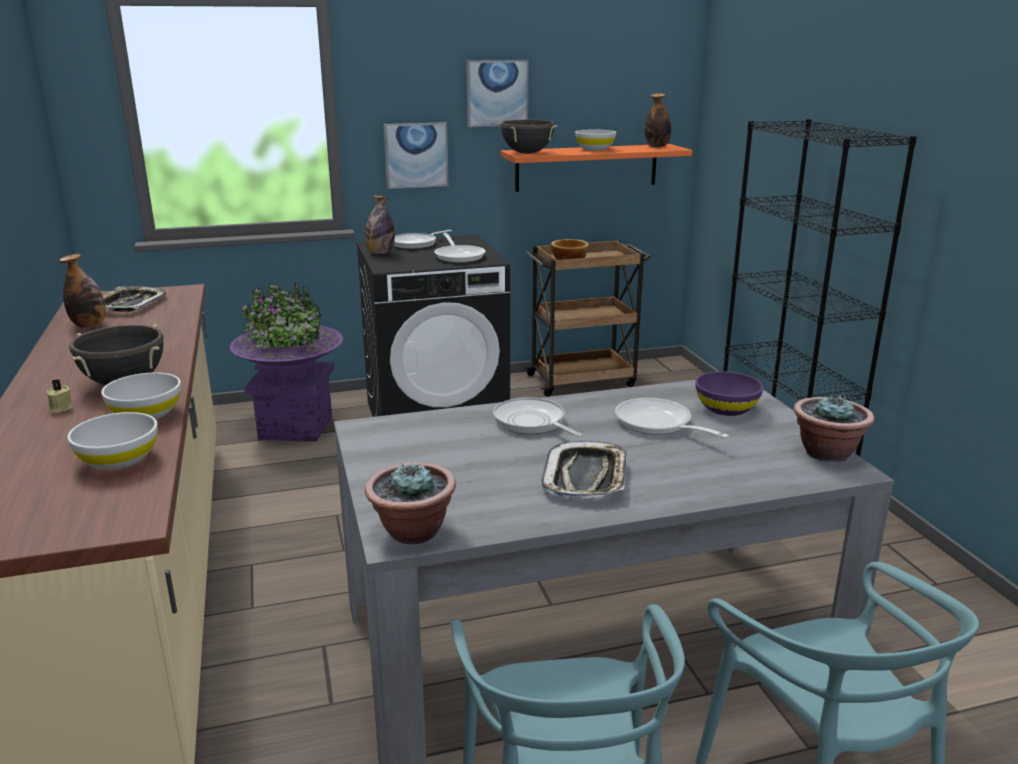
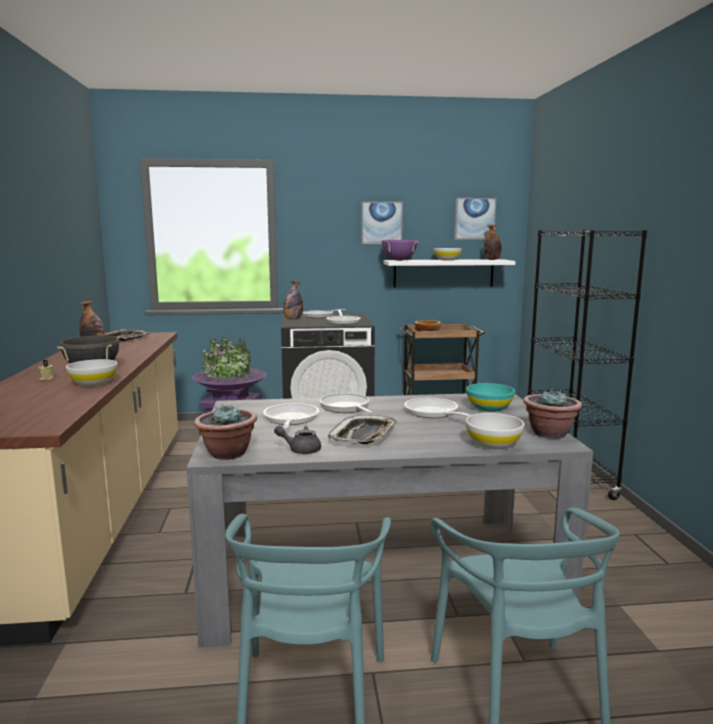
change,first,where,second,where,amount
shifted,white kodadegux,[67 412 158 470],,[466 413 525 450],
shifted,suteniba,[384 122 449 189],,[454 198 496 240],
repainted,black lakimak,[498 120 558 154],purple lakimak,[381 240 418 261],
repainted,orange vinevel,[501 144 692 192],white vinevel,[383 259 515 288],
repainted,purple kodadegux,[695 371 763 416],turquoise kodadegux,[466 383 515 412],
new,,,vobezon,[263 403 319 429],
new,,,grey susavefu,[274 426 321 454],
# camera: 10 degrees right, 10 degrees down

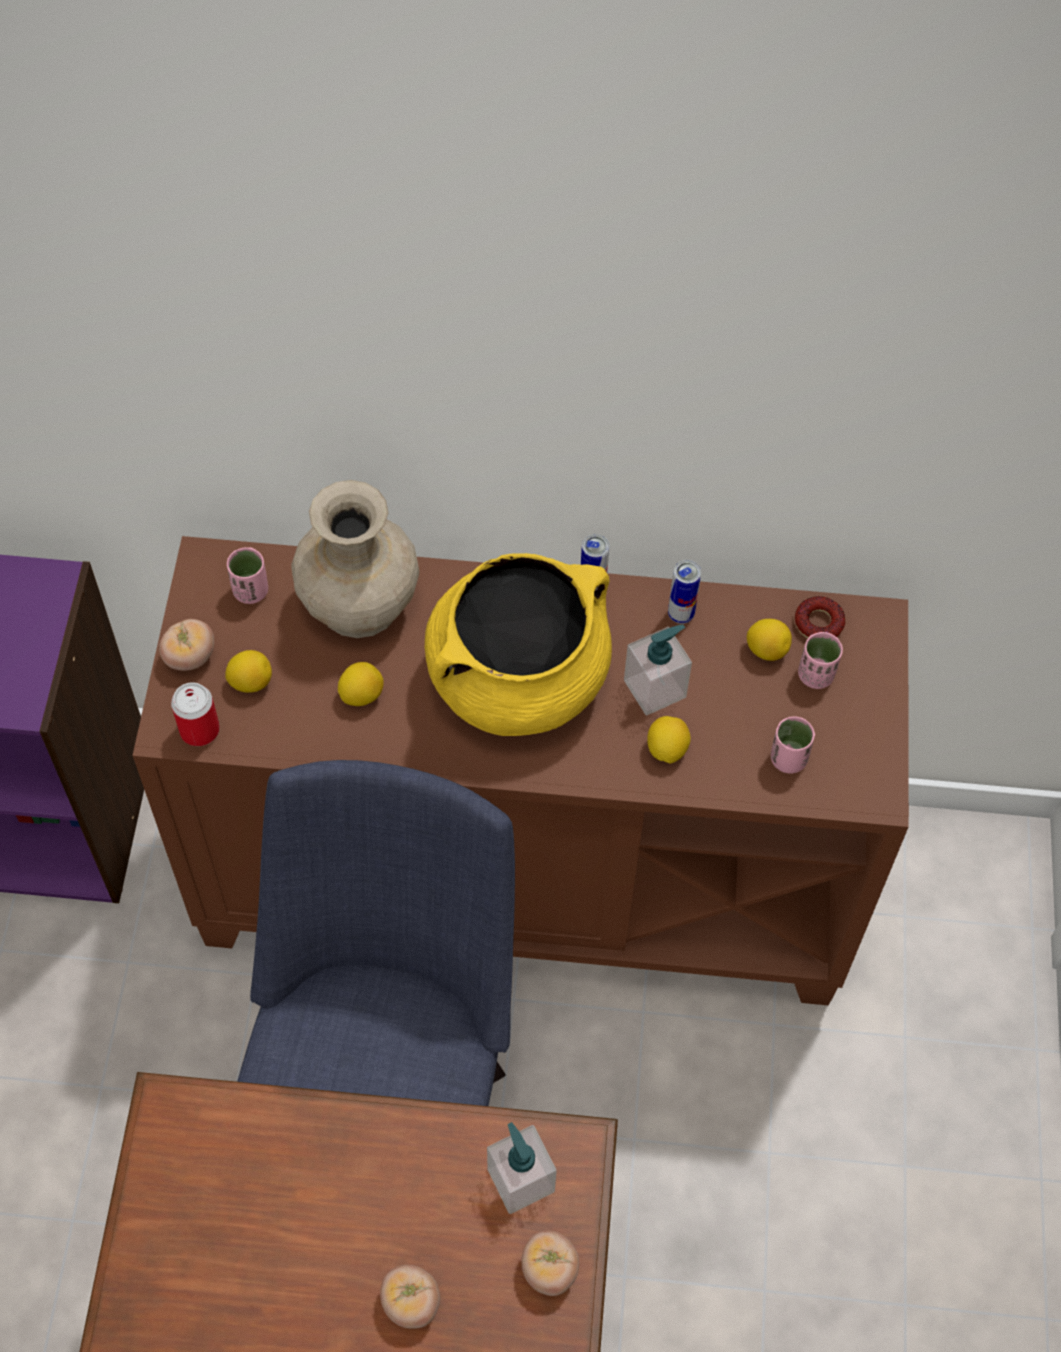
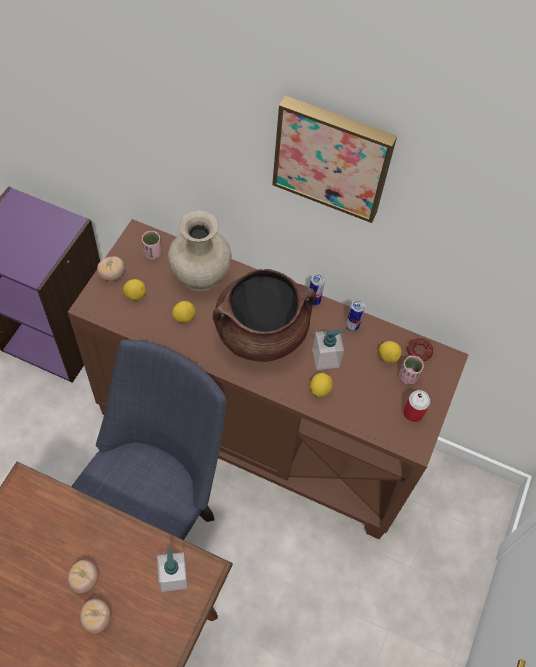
change,first,where,second,where,amount
shifted,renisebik,[171 683 220 746],,[403 390 430 422],
repainted,yellow lakimak,[425 553 612 736],brown lakimak,[213 269 316 362],
shifted,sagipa,[521 1230 579 1296],,[68 560 98 594],
gone,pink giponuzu,[771 716 815 774],,,
new,,,suteniba,[272 96 397 223],
# camera: 15 degrees right, 0 degrees up

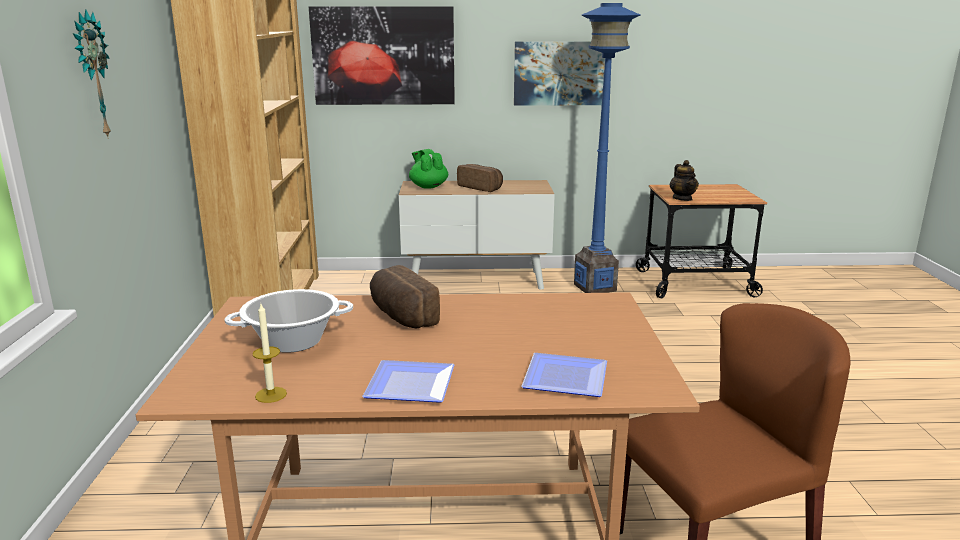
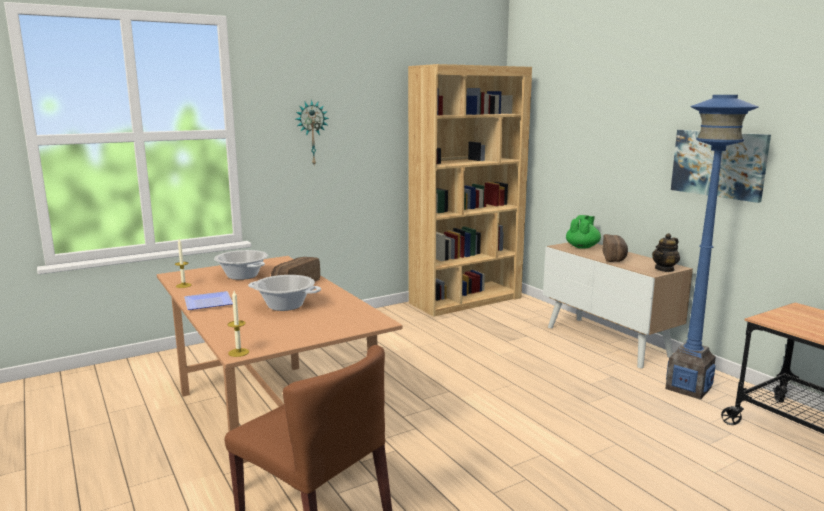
change,first,where,second,where,amount
gone,suteniba,[309 6 455 105],,,
gone,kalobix,[521 353 607 397],,,
shifted,susavefu,[670 160 699 201],,[652 233 680 272],
new,,,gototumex,[228 291 249 357],
new,,,lakimak,[248 275 321 311],
# camera: 60 degrees right, 5 degrees down

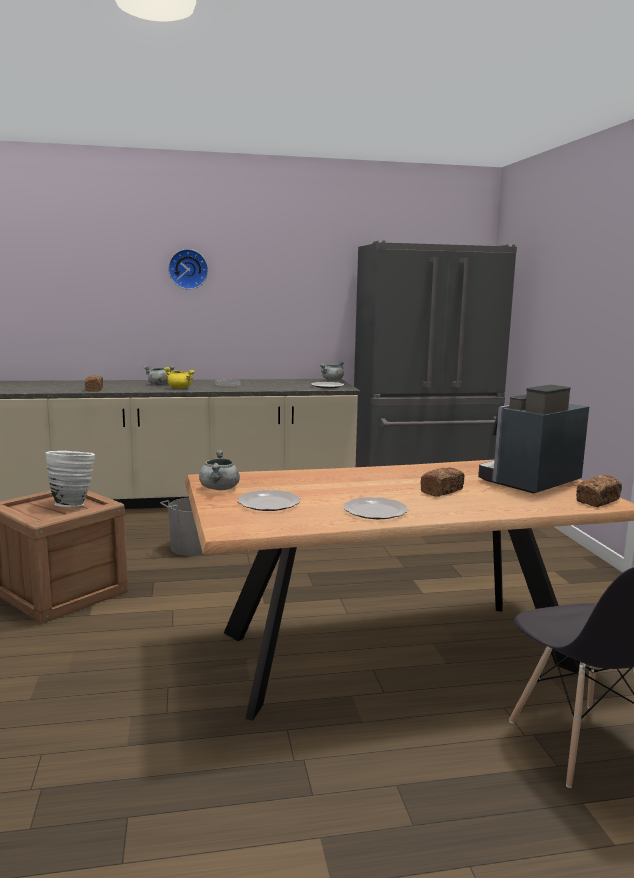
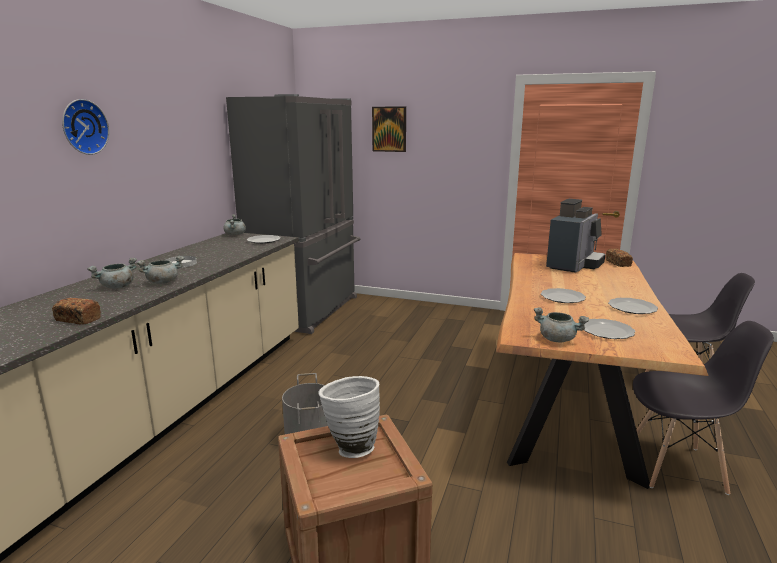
change,first,where,second,where,amount
repainted,yellow lakimak,[164 367 195 389],grey lakimak,[137 256 184 284],
gone,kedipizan,[420 467 465 497],,,
rotated,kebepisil,[478 385 589 494],,[546 199 605 273],135 degrees counterclockwise
new,,,suteniba,[372 106 406 152],
new,,,kalobix,[541 288 586 303],
new,,,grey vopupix,[633 321 774 495],
# camera: 60 degrees left, 5 degrees up

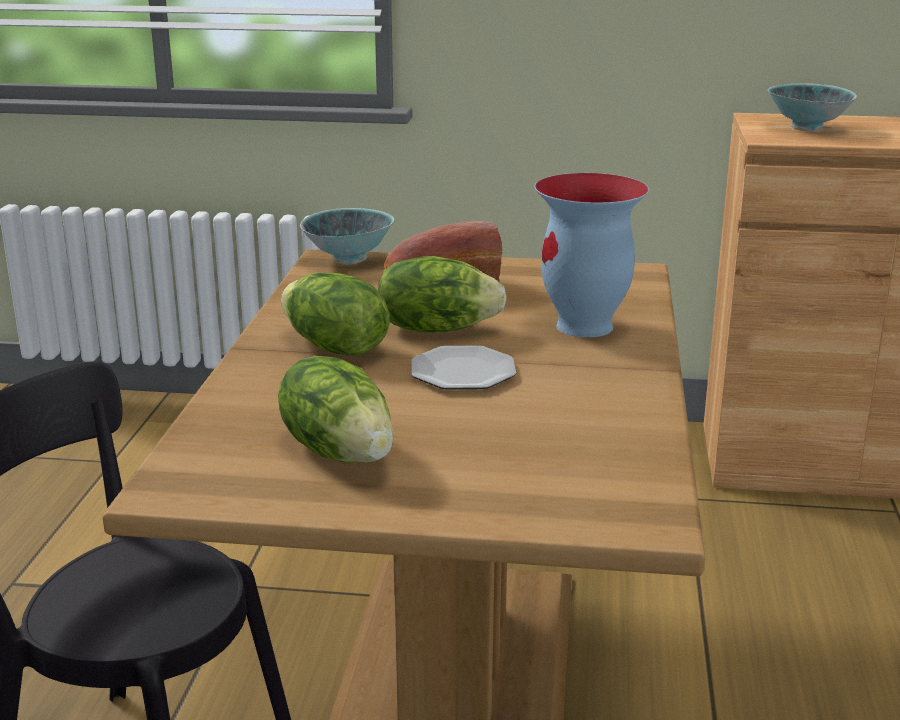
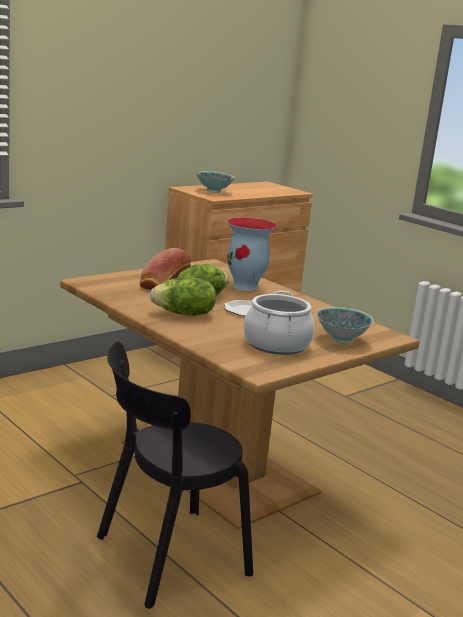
change,first,where,second,where,amount
swapped,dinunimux,[278 356 393 463],lakimak,[244 290 314 355],
shifted,kodadegux,[300 208 394 265],,[316 307 374 344],
# camera: 50 degrees left, 5 degrees down

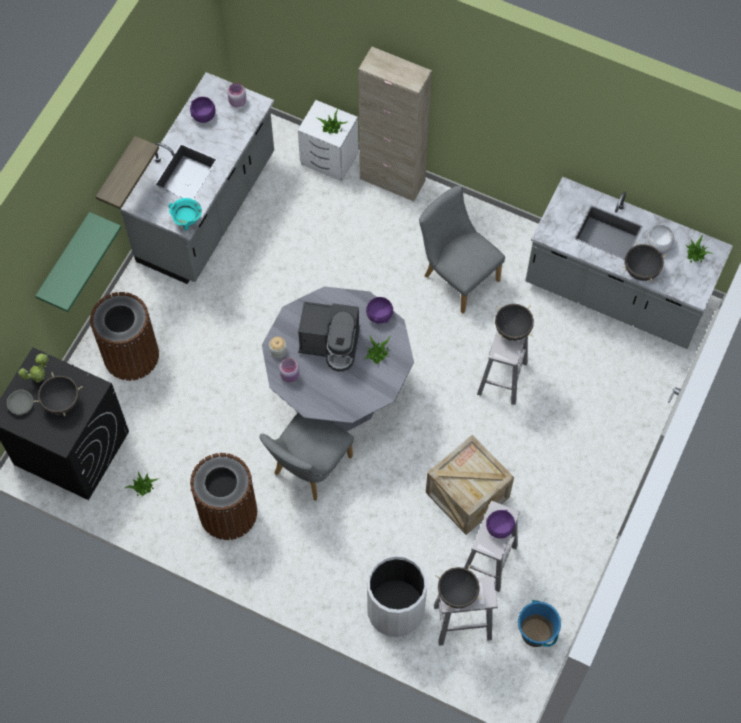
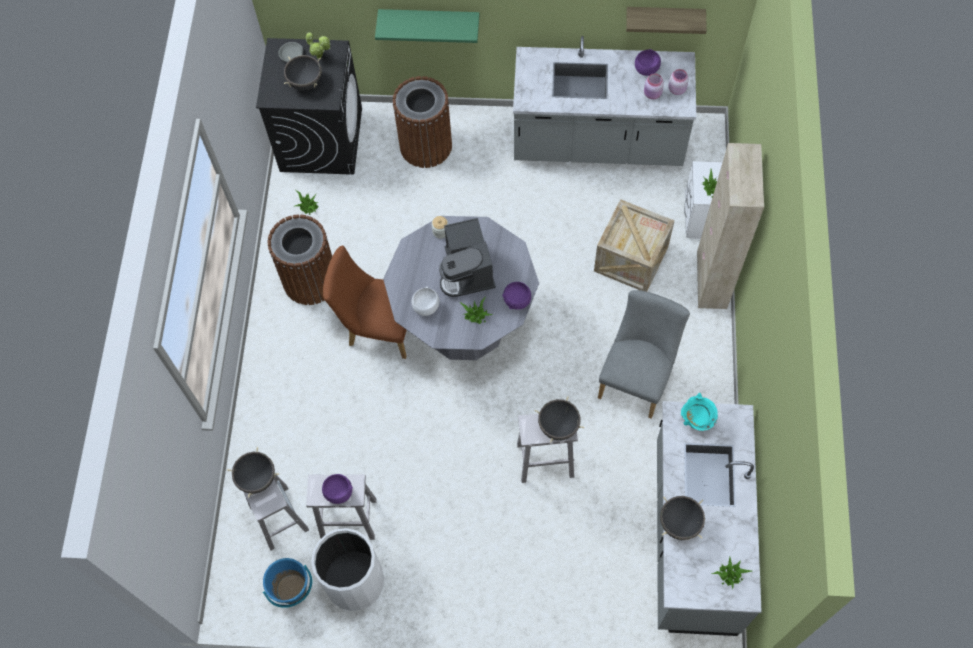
change,first,where,second,where,amount
shifted,vinevel,[96 136 159 209],,[626 7 707 34],
shifted,turquoise lakimak,[168 198 202 230],,[681 393 718 431],
repainted,grey vopupix,[259 413 354 501],brown vopupix,[323 245 406 359],
shifted,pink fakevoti,[279 358 299 382],,[644 73 664 99],
shifted,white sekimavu,[367 555 427 637],,[311 528 384 611],
shifted,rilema,[426 435 514 535],,[594 199 674 292],
shifted,white kodadegux,[647 225 674 252],,[412 287 439 316],
# camera: 70 degrees right, 0 degrees up

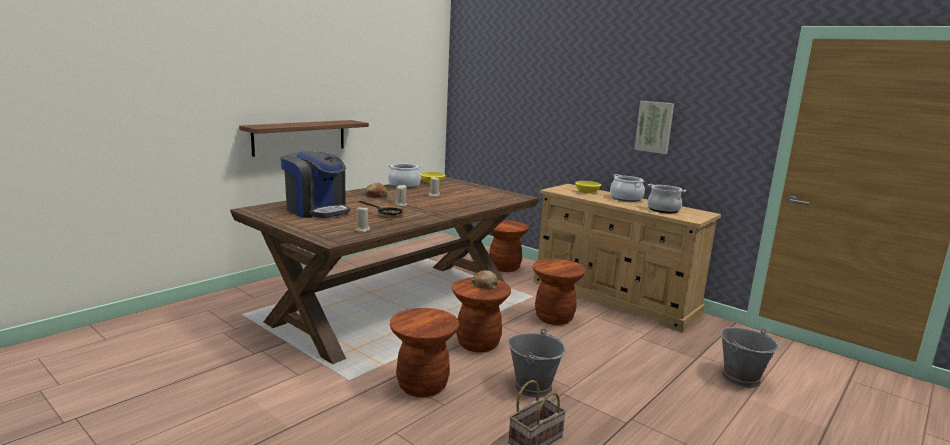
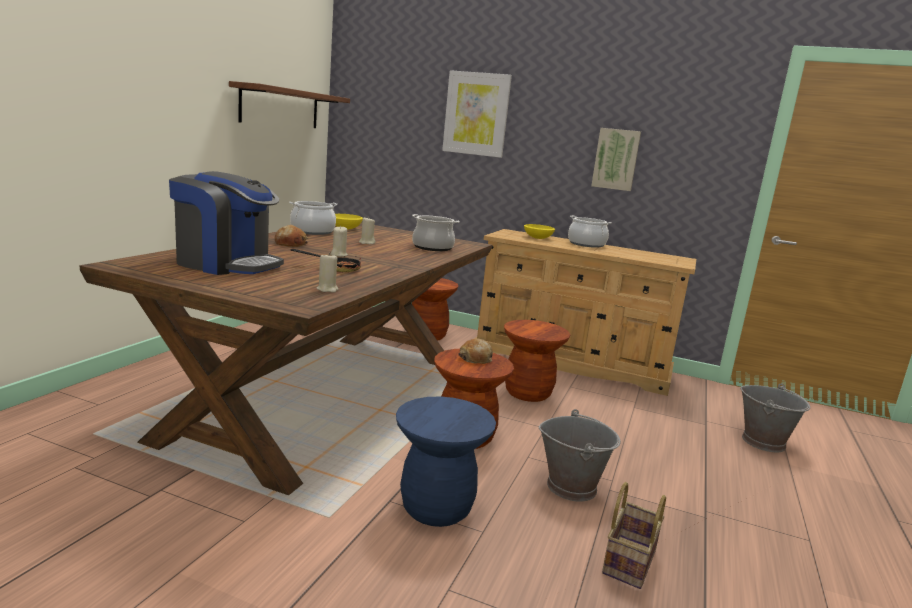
change,first,where,second,where,amount
shifted,vinevel,[239 120 369 157],,[229 81 350 128],
repainted,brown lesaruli,[390 308 459 397],blue lesaruli,[396 397 496 527],
shifted,lakimak,[647 184 687 213],,[412 214 460 251],
new,,,suteniba,[442 70 512 158],
# camera: 20 degrees left, 0 degrees up

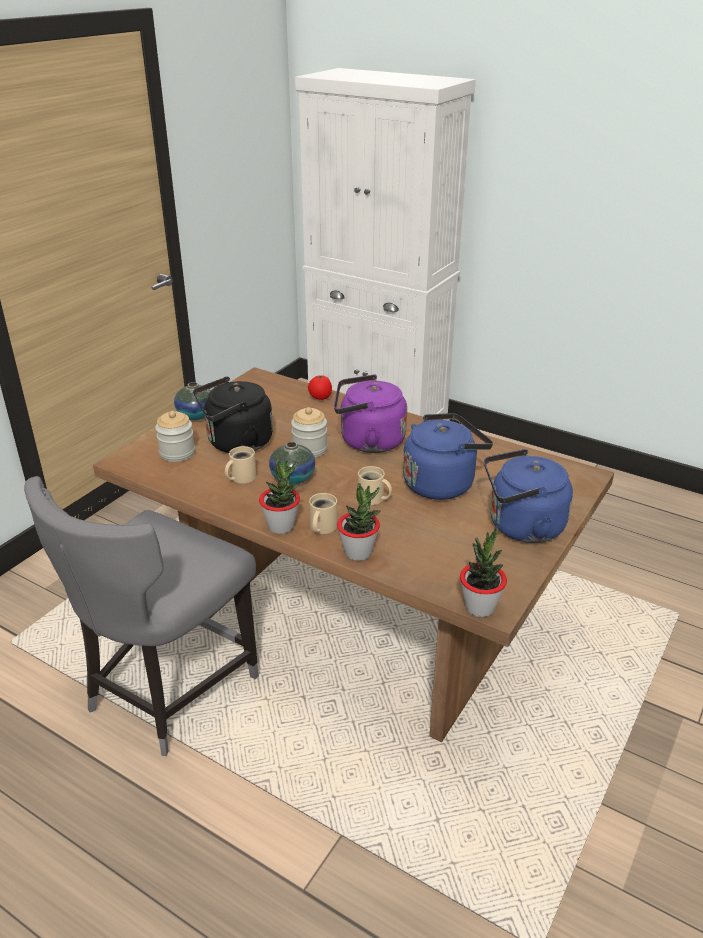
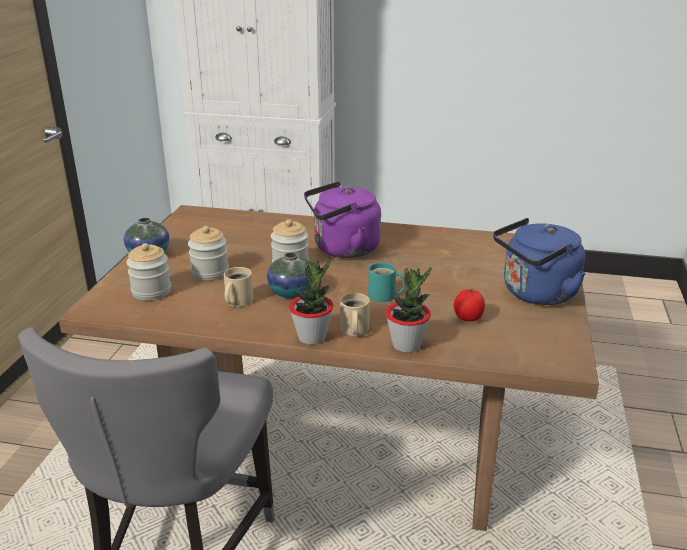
change,first,where,second,where,amount
swapped,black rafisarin,[193 377 273 453],fakevoti,[188 226 229 281],
shifted,sagipa,[308 375 332 400],,[454 289 485 322],
repainted,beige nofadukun,[358 466 392 505],turquoise nofadukun,[368 263 406 302],
gone,blue rafisarin,[403 413 493 500],,,
gone,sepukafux,[460 526 507 617],,,
# camera: 20 degrees left, 5 degrees down

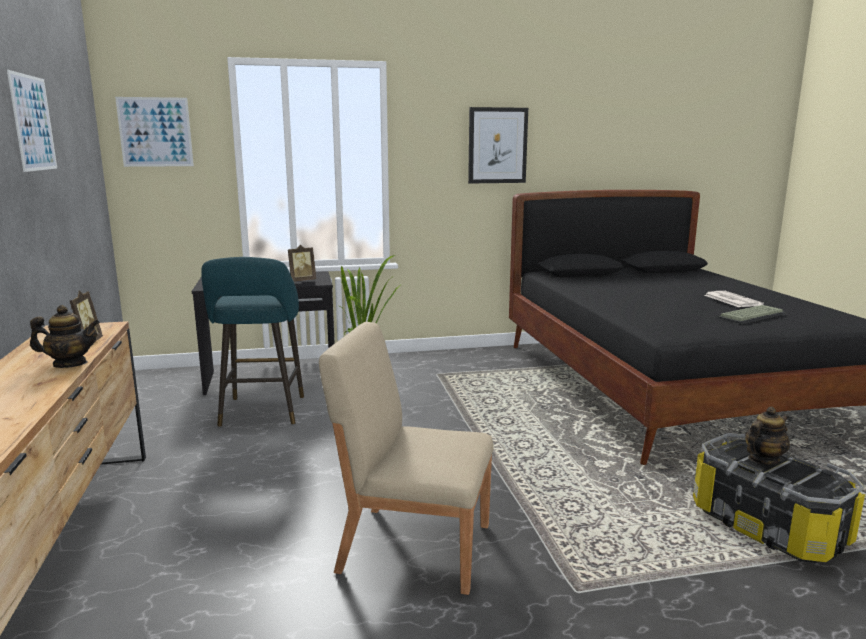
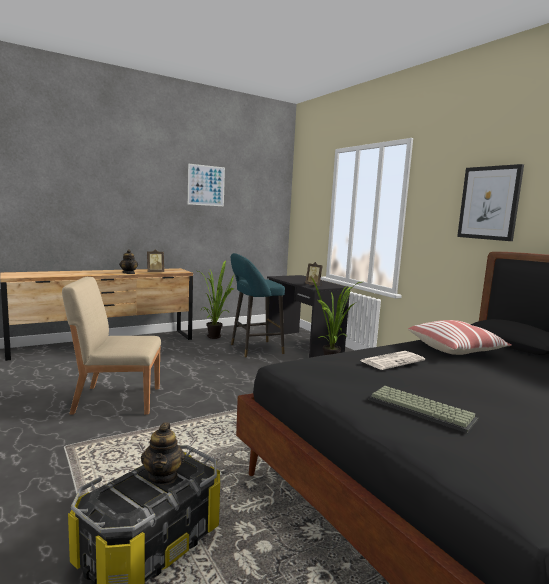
change,first,where,second,where,amount
gone,suteniba,[115 97 194 167],,,
rotated,beige vopupix,[319 322 494 595],,[62 277 161 415],90 degrees counterclockwise
shifted,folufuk,[704 291 764 307],,[361 351 425 370],
rotated,susavefu,[745 407 790 465],,[141 422 185 485],45 degrees clockwise
new,,,sepukafux,[198 261 235 339],
new,,,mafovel,[408 320 512 355],
# camera: 70 degrees right, 5 degrees down

